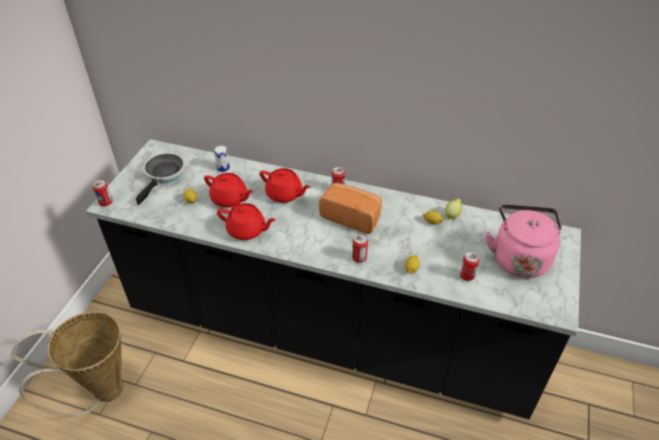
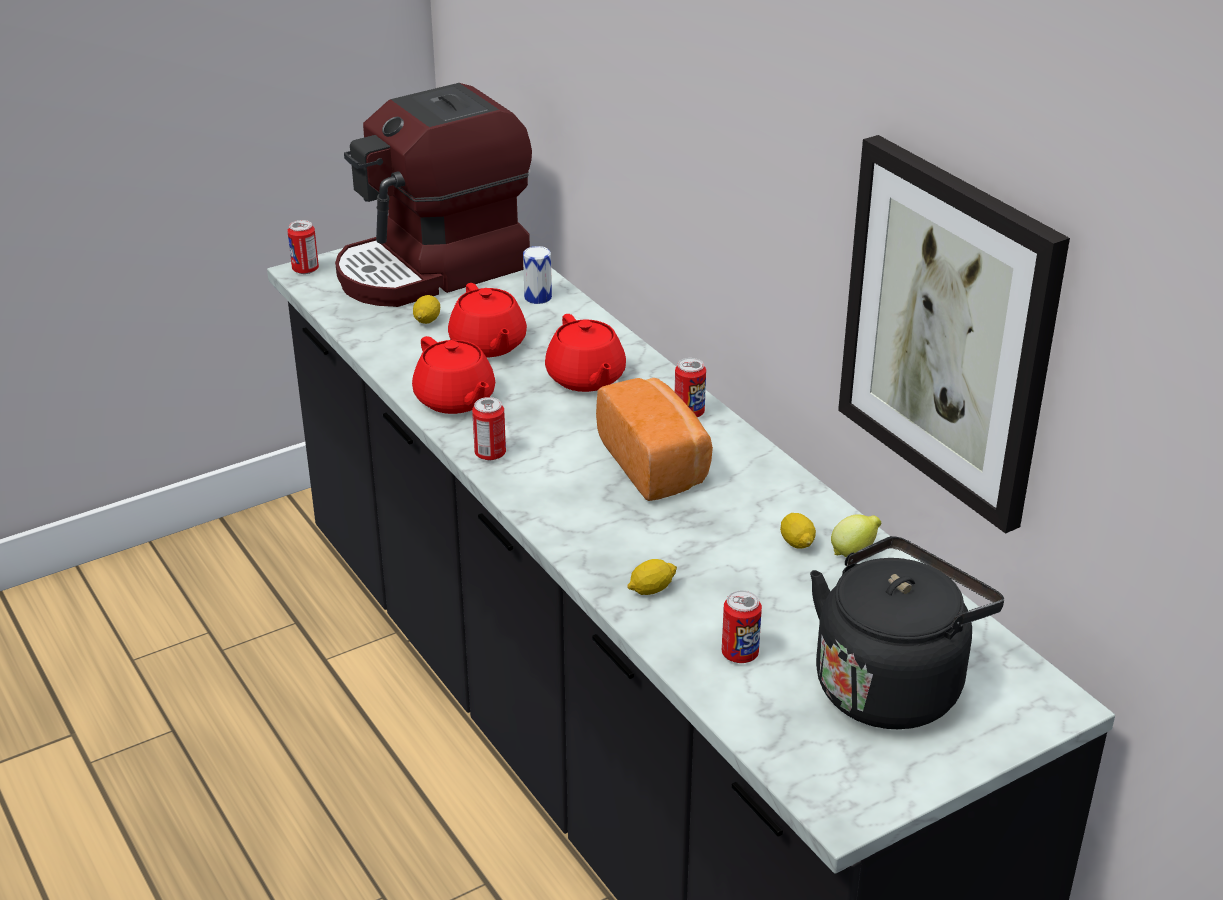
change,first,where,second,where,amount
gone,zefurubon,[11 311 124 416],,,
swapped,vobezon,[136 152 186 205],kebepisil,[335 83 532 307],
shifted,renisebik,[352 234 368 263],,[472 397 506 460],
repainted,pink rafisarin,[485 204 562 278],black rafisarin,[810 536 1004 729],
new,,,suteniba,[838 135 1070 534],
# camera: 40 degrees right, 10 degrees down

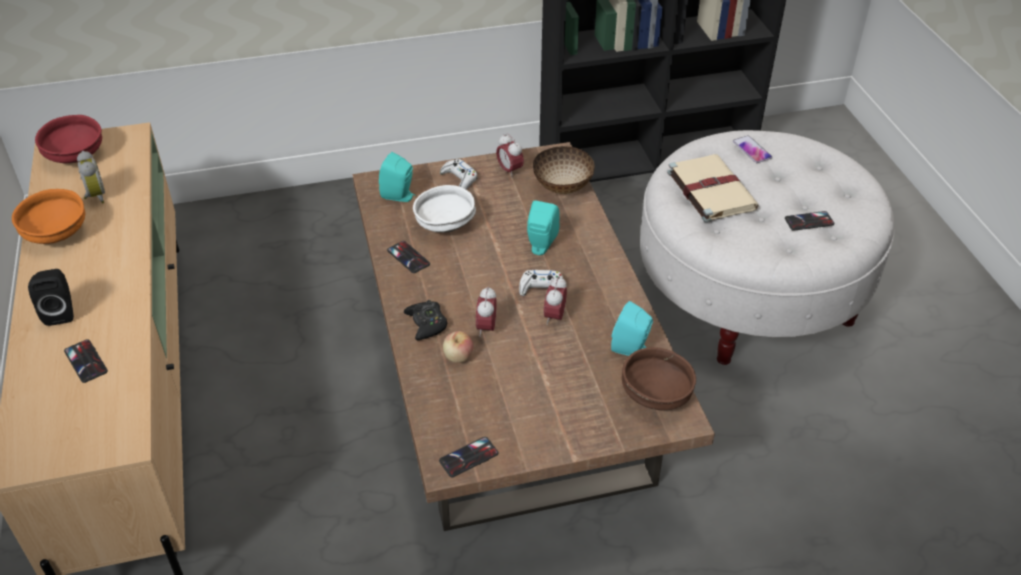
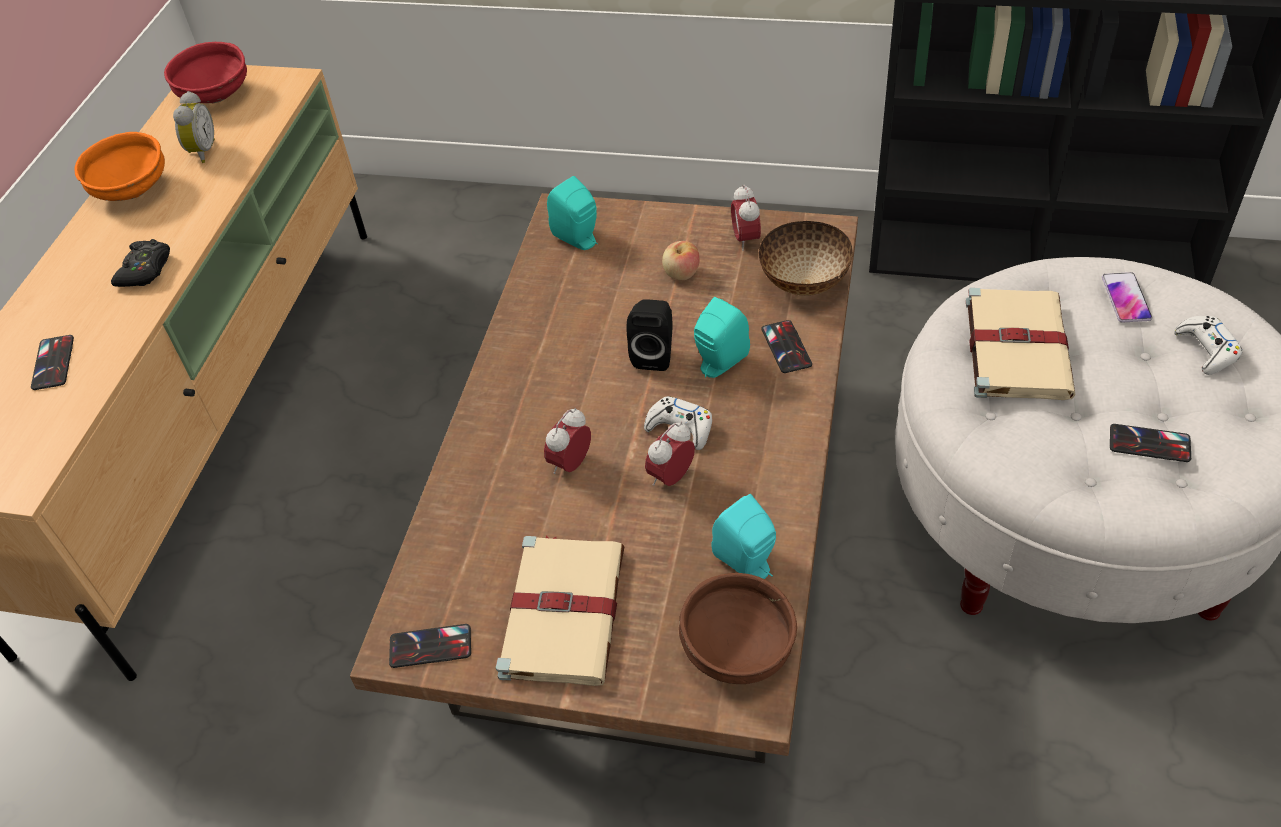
change,first,where,second,where,amount
shifted,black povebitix,[28 269 74 326],,[627 299 673 371],
shifted,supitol,[387 241 430 273],,[761 320 812 373],
shifted,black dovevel,[404 300 447 340],,[111 239 170 287],
gone,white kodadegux,[413 185 476 233],,,
shifted,white dovevel,[440 159 477 189],,[1174 316 1242 375],
shifted,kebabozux,[443 331 473 363],,[662 241 700 280],
new,,,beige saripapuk,[496 536 625 686],
# camera: 30 degrees right, 5 degrees up

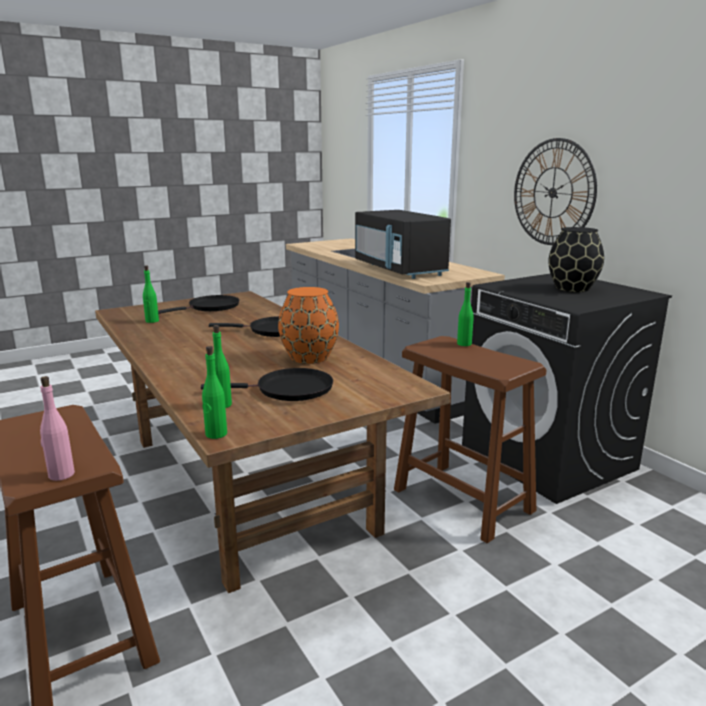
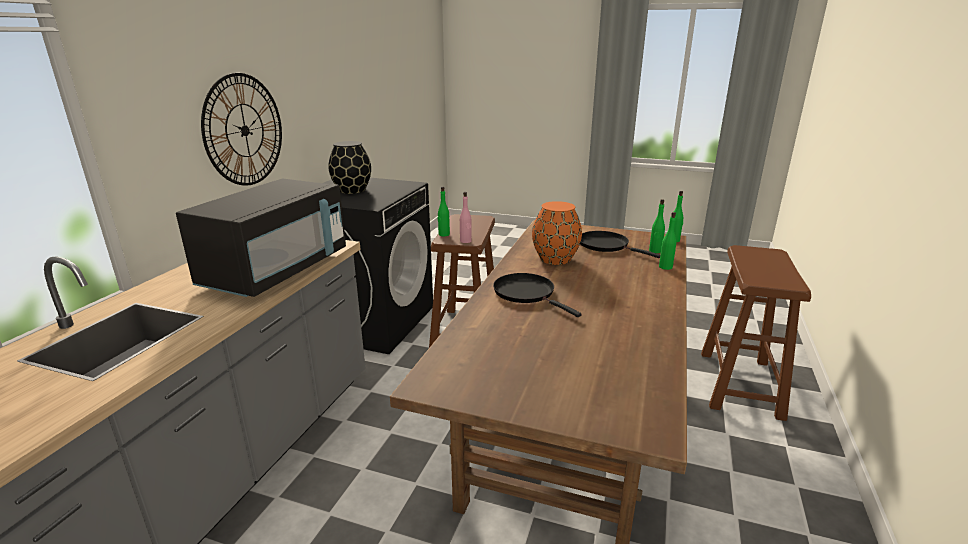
change,first,where,second,where,amount
shifted,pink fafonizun,[40 376 75 481],,[460 192 472 243],
shifted,green fafonizun,[143 265 159 323],,[659 212 676 270],
gone,black vobezon,[158 295 239 314],,,
# camera: 130 degrees left, 5 degrees up

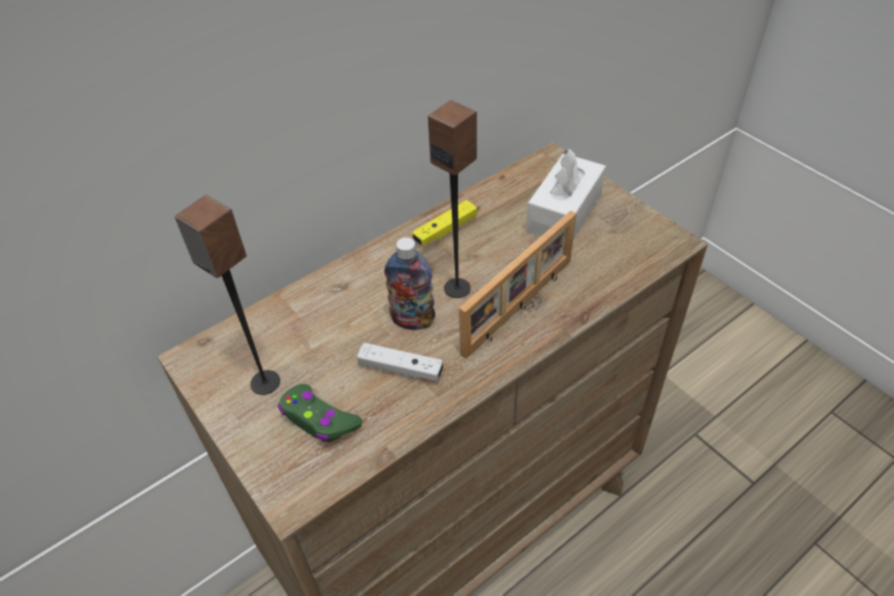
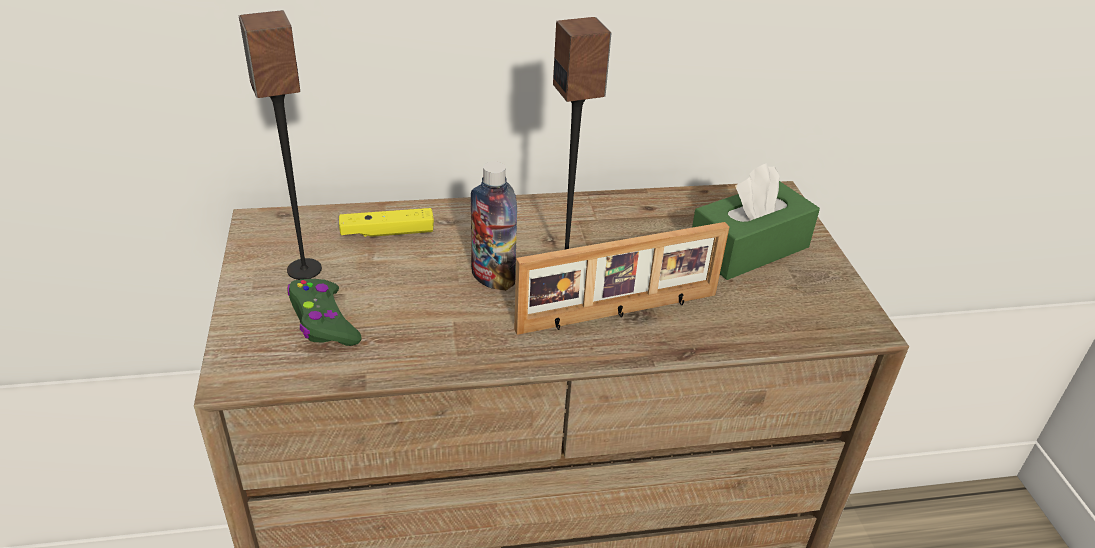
change,first,where,second,where,amount
gone,white dovevel,[357 343 443 381],,,
shifted,yellow dovevel,[412 200 477 246],,[339 208 434 237],
repainted,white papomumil,[526 149 606 240],green papomumil,[692 163 820 280],
# camera: 25 degrees right, 10 degrees down

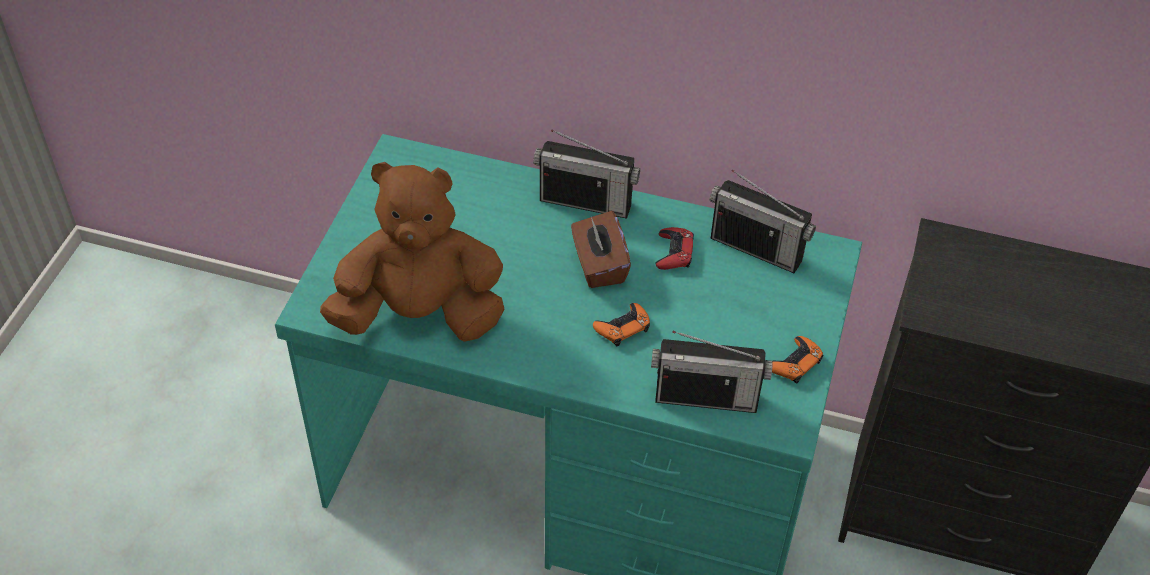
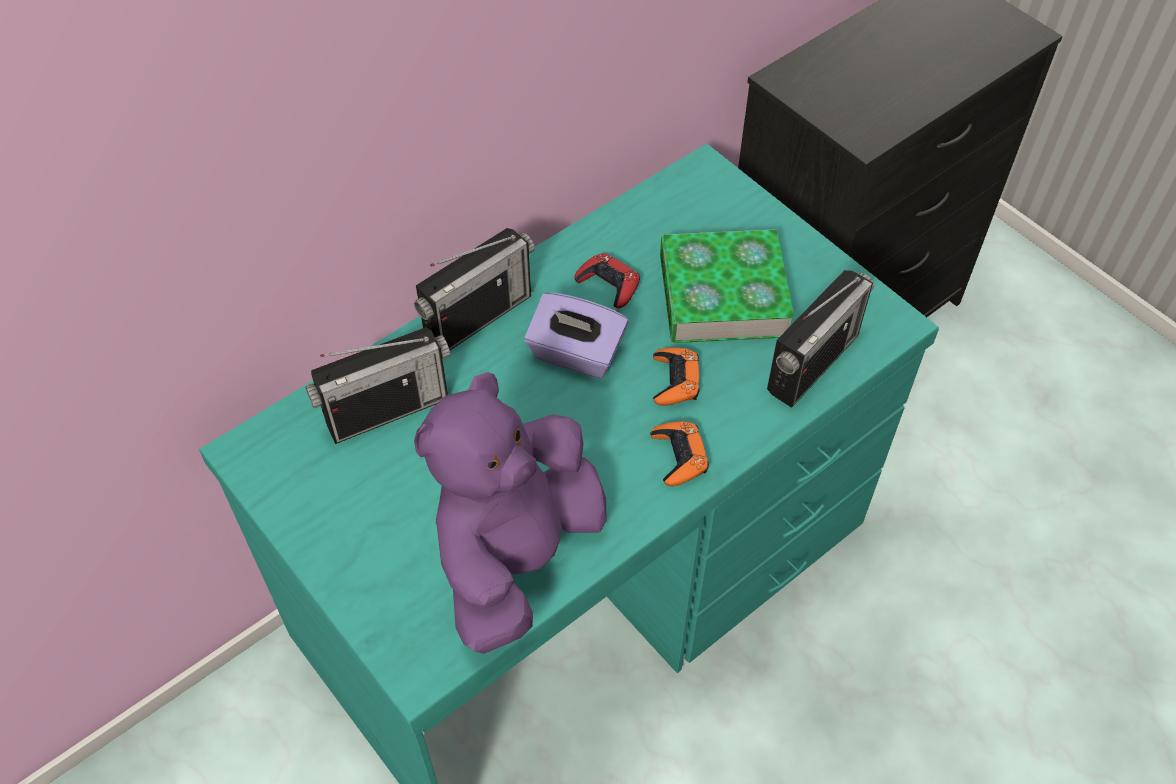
change,first,where,second,where,amount
repainted,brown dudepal,[320 162 505 342],purple dudepal,[414 372 606 654],
repainted,brown papomumil,[571 211 631 288],purple papomumil,[524 293 628 379],
shifted,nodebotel,[709 169 816 273],,[305 327 450 444],
shifted,orange dovevel,[772 336 823 383],,[650 421 709 486],
new,,,saripapuk,[660 229 794 343],
# camera: 55 degrees left, 5 degrees up

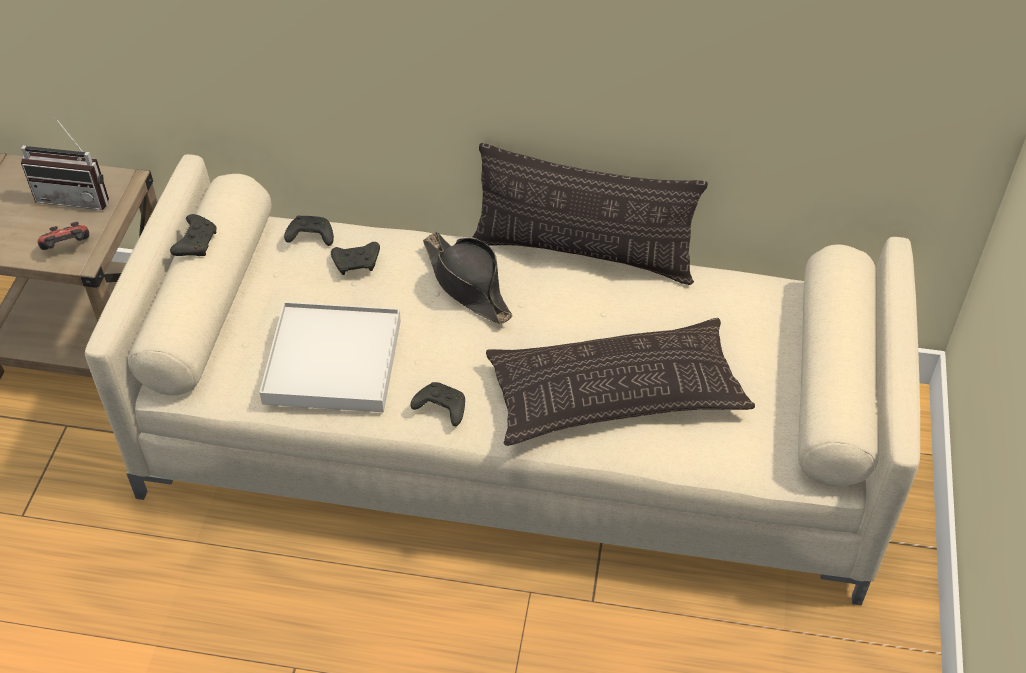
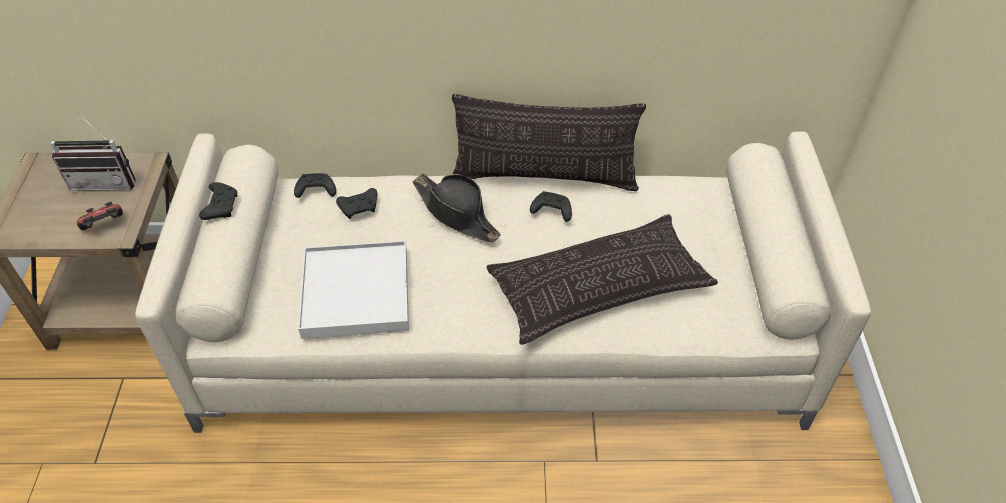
change,first,where,second,where,amount
shifted,black dovevel,[410 382 465 426],,[530 191 572 222],
# camera: 10 degrees left, 0 degrees up

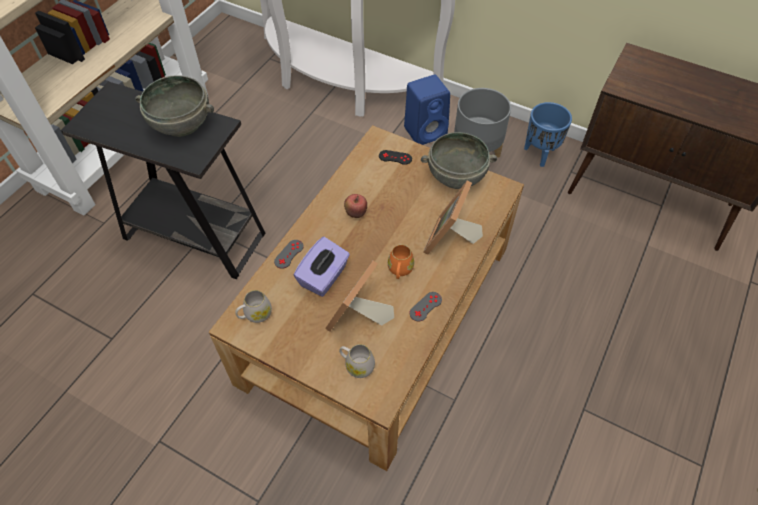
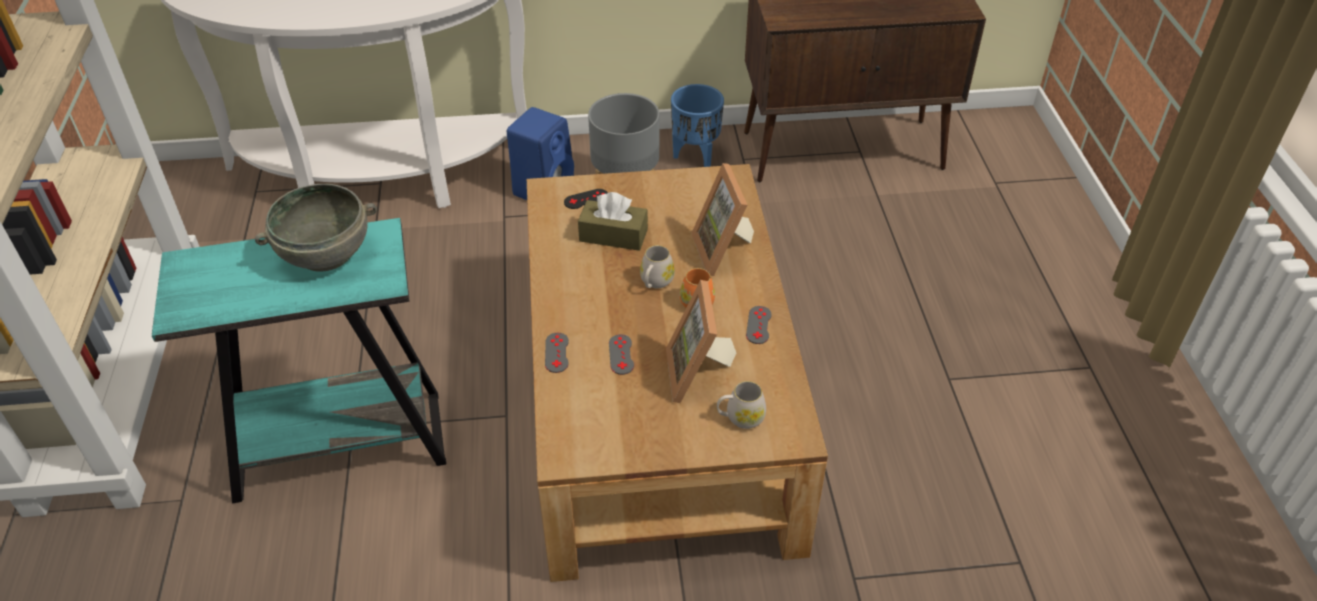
change,first,where,second,where,amount
repainted,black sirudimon,[61 81 265 279],turquoise sirudimon,[152 218 446 503],
shifted,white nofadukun,[235 290 272 323],,[640 245 675 288],
swapped,purple papomumil,[294 237 350 297],grey dovevel,[609 334 634 375],
gone,kebabozux,[344 194 367 218],,,
gone,grey kodadegux,[421 132 497 189],,,
new,,,brown papomumil,[578 192 648 251],
# camera: 35 degrees left, 10 degrees down

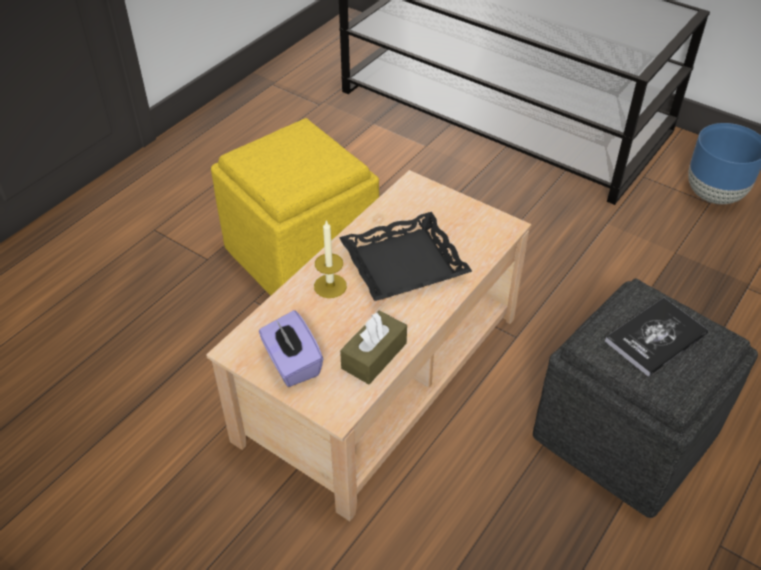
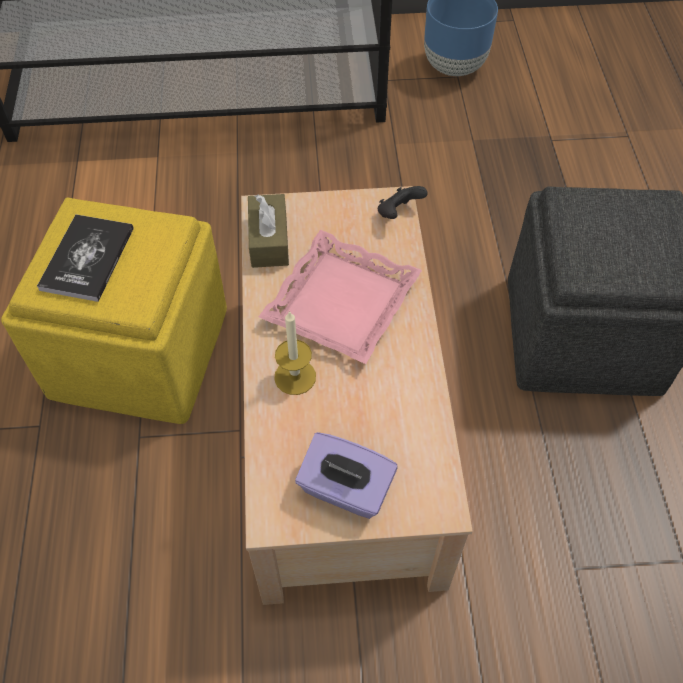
change,first,where,second,where,amount
repainted,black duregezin,[339 212 472 301],pink duregezin,[259 230 422 364],
shifted,brown papomumil,[340 310 407 384],,[248 194 289 268],
shifted,saripapuk,[605 298 708 377],,[37 214 134 302],
new,,,black dovevel,[378 186 428 219],
# camera: 40 degrees left, 10 degrees up

